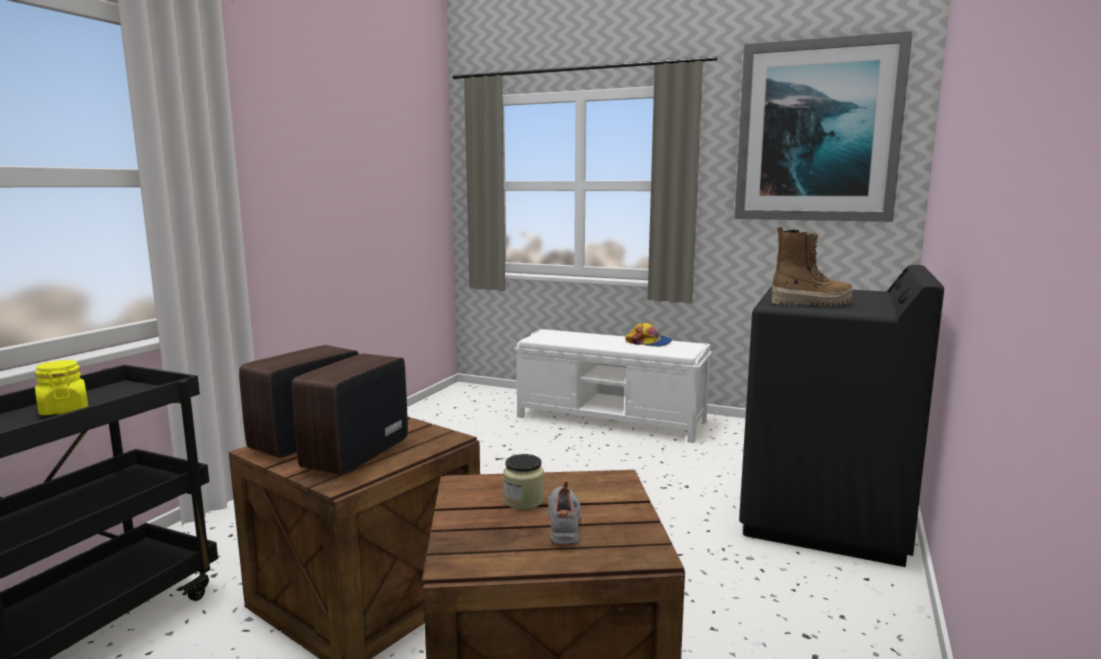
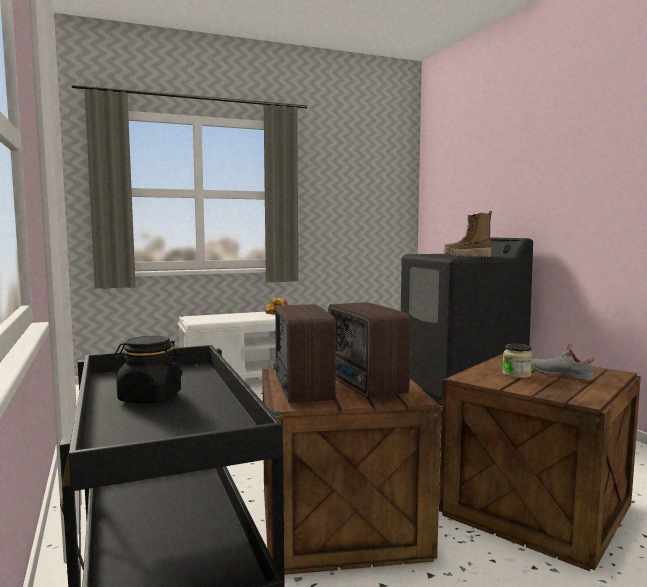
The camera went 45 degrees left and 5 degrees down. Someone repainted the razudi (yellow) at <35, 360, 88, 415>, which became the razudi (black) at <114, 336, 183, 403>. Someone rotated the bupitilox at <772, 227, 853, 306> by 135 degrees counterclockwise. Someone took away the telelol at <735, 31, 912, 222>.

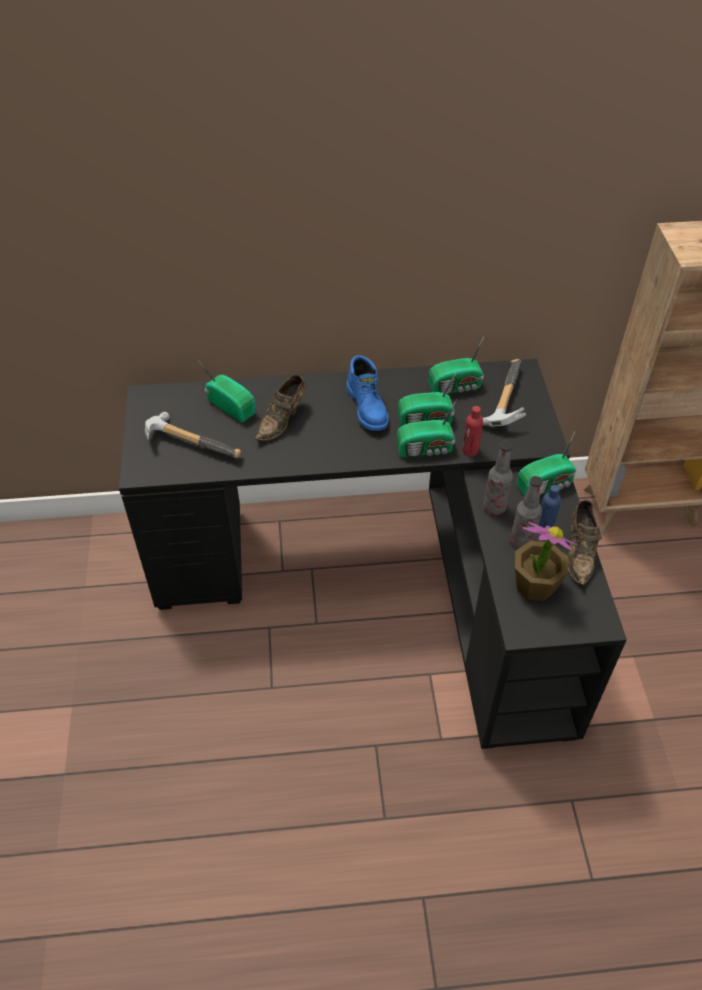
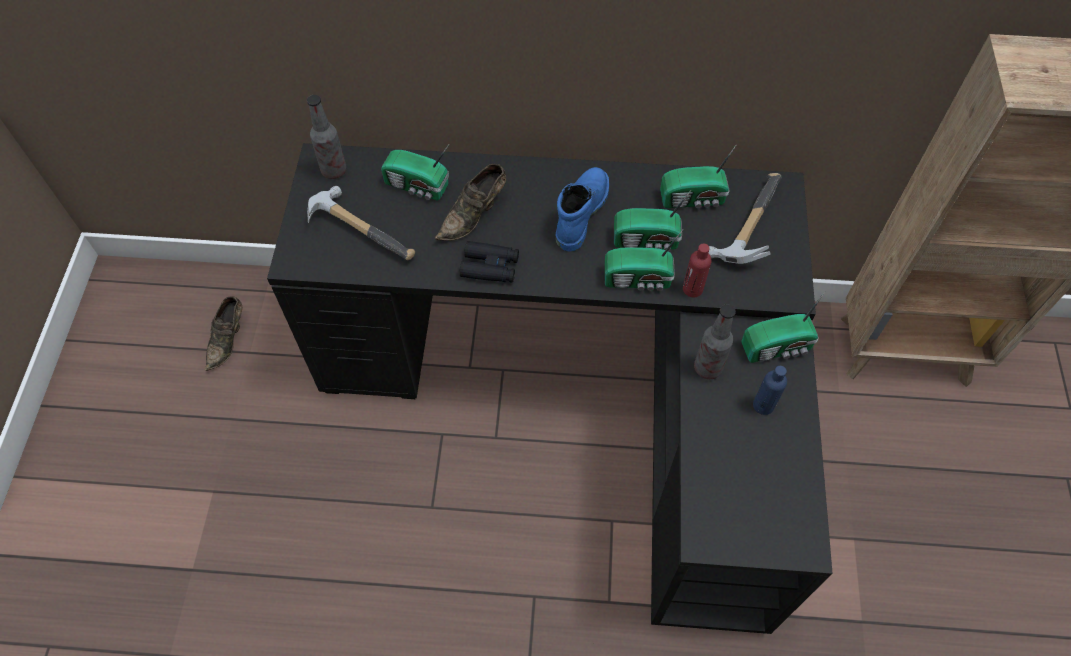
The camera went 10 degrees right and 10 degrees up. Someone carried the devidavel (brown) from <567, 500, 602, 585> to <205, 296, 242, 371>. Someone carried the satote from <510, 476, 543, 549> to <307, 95, 347, 179>. Someone rotated the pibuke at <198, 360, 256, 423> by 150 degrees clockwise. Someone put down the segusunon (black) at <460, 241, 519, 283>. Someone rotated the bupitilox (blue) at <346, 355, 389, 431> by 150 degrees counterclockwise. Someone took away the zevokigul at <515, 522, 577, 601>.

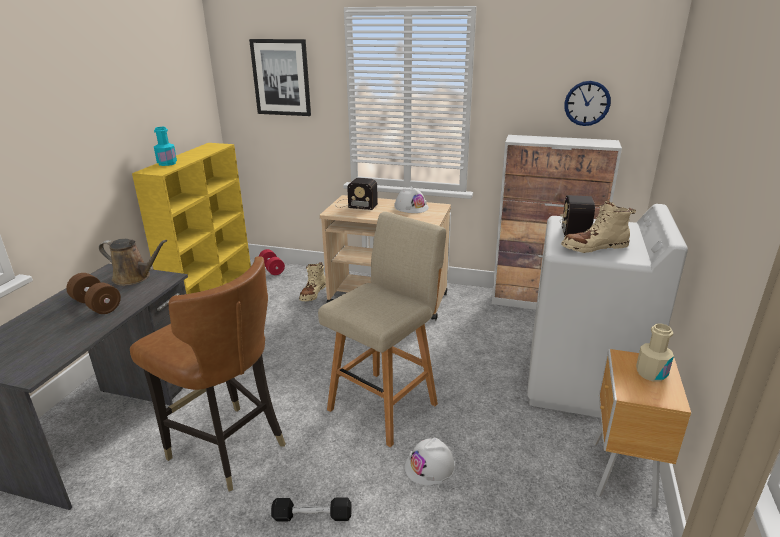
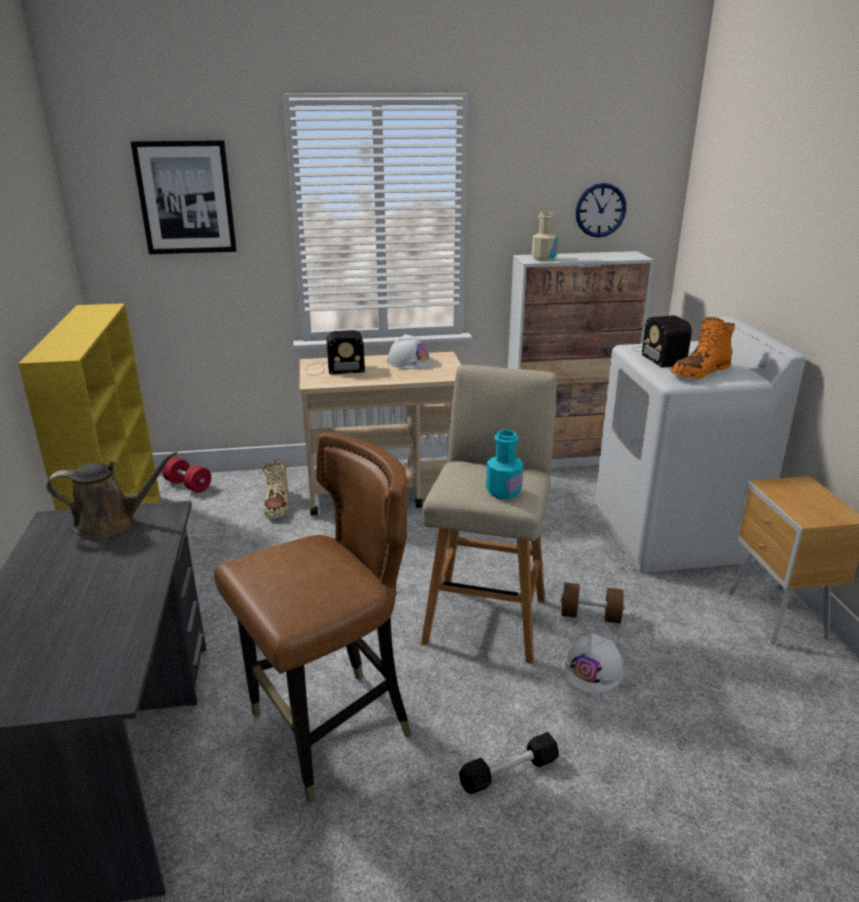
The camera went 25 degrees left and 0 degrees up. Someone rotated the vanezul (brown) at <130, 257, 286, 491> by 45 degrees counterclockwise. Someone carried the satote (turquoise) from <154, 127, 177, 166> to <486, 430, 523, 499>. Someone carried the satote (beige) from <636, 323, 674, 382> to <532, 212, 558, 261>. Someone carried the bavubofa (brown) from <66, 273, 121, 314> to <560, 582, 625, 623>. Someone repainted the bupitilox (beige) at <561, 201, 636, 253>, which became the bupitilox (orange) at <671, 317, 735, 379>.

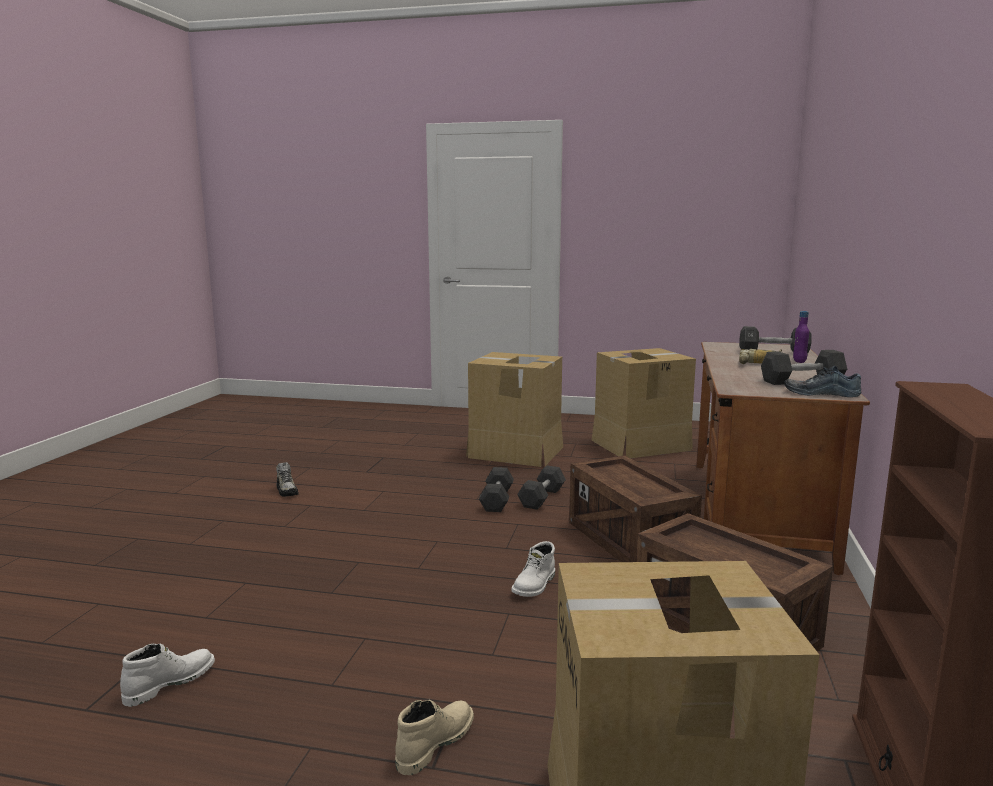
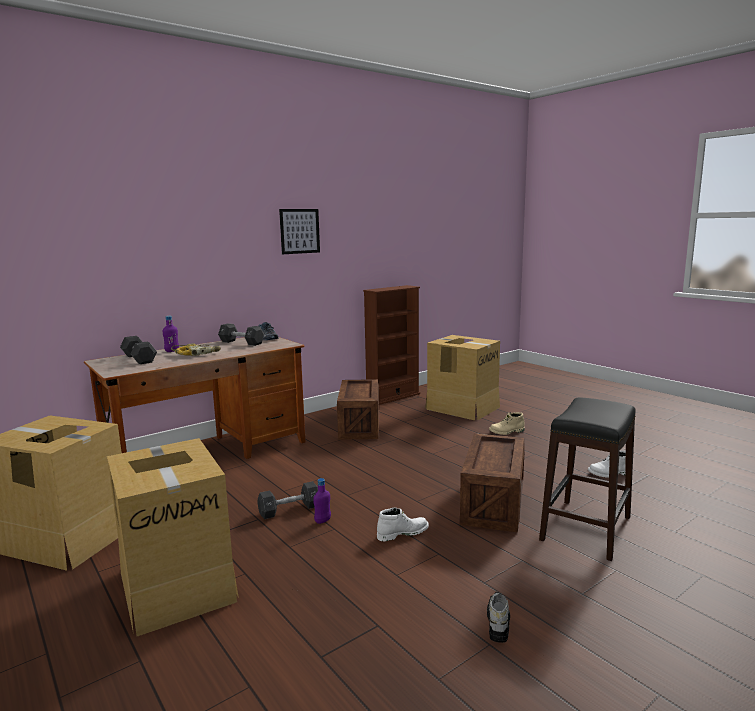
The camera went 140 degrees left and 0 degrees up. Someone put up the telelol at <279, 209, 320, 254>. Someone swapped the bavubofa (black) at <479, 467, 514, 512> for the satote (purple) at <313, 478, 331, 524>. Someone carried the bupitilox (white) from <511, 541, 555, 597> to <377, 507, 429, 541>. Someone carried the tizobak from <569, 455, 702, 562> to <460, 433, 525, 532>. Someone put down the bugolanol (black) at <539, 397, 636, 561>.

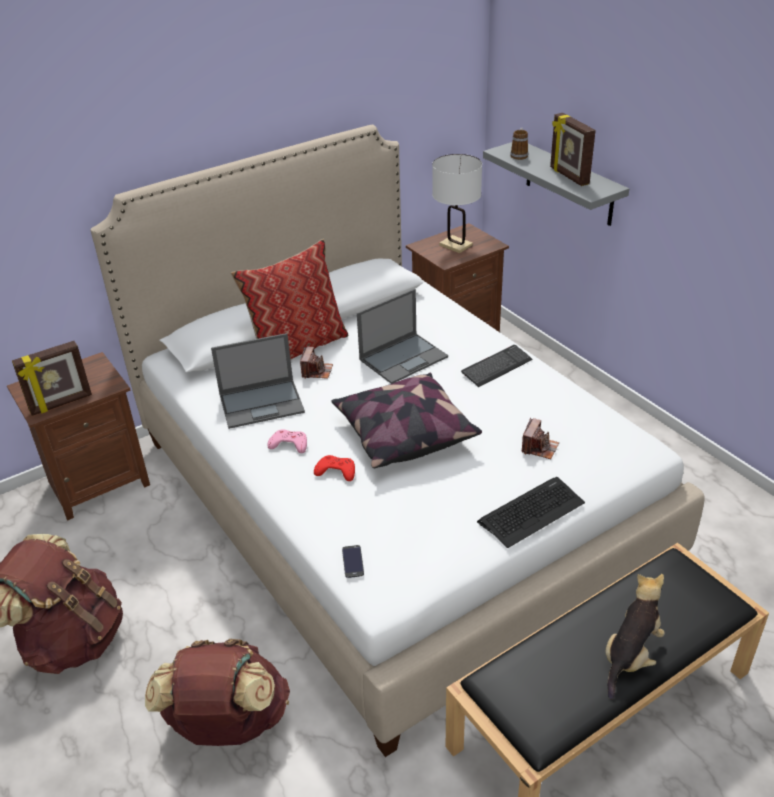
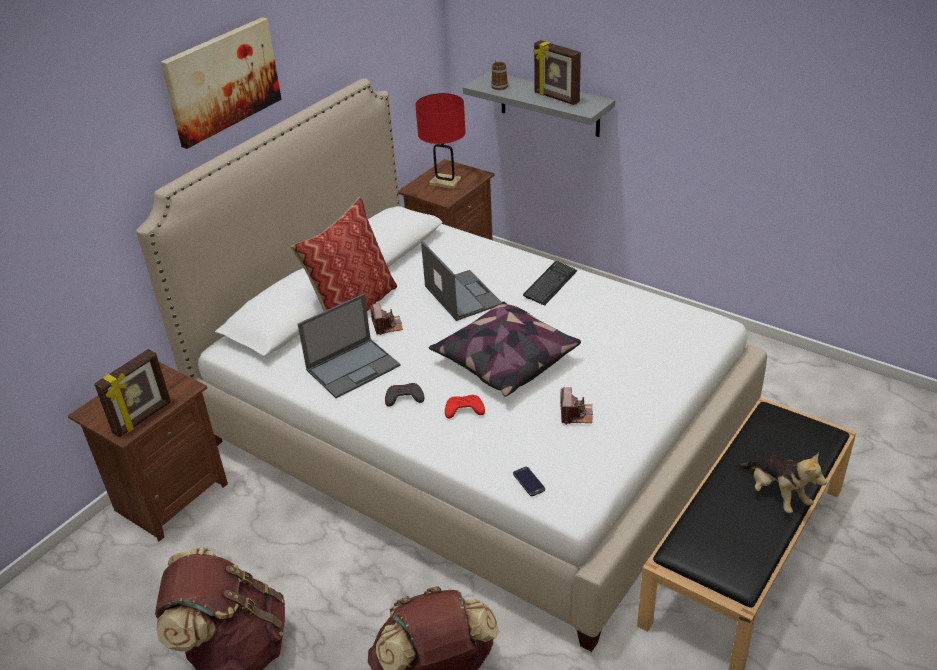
The camera went 20 degrees left and 0 degrees up. Someone put up the telelol at <160, 17, 282, 149>. Someone repainted the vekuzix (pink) at <267, 429, 307, 453>, which became the vekuzix (grey) at <385, 383, 424, 406>. Someone repainted the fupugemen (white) at <432, 154, 482, 253>, which became the fupugemen (red) at <415, 93, 466, 189>. Someone rotated the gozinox at <357, 289, 448, 384> by 60 degrees counterclockwise. Someone carried the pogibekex from <522, 418, 559, 459> to <560, 387, 593, 425>. Someone rotated the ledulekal at <605, 574, 665, 700> by 135 degrees clockwise. Someone took away the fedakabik at <477, 477, 585, 548>.

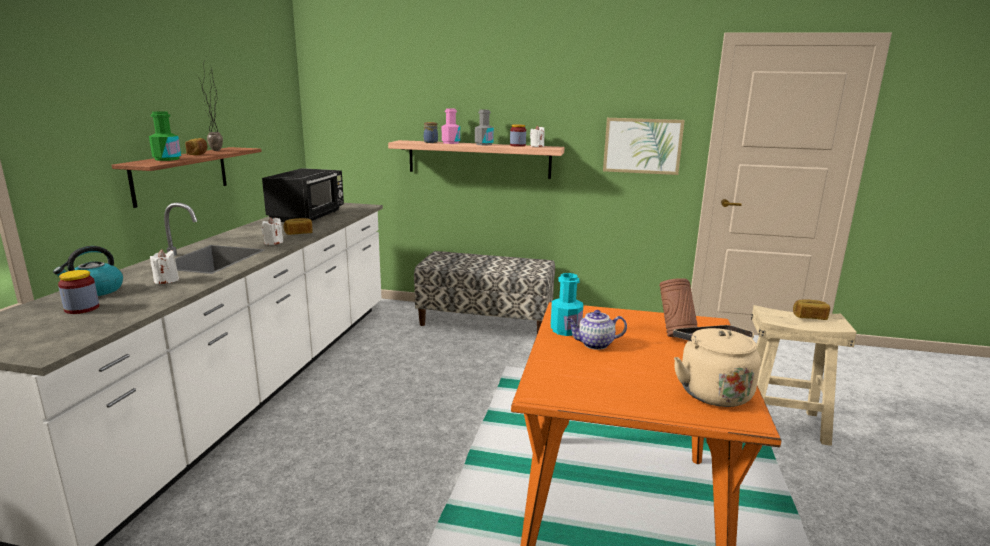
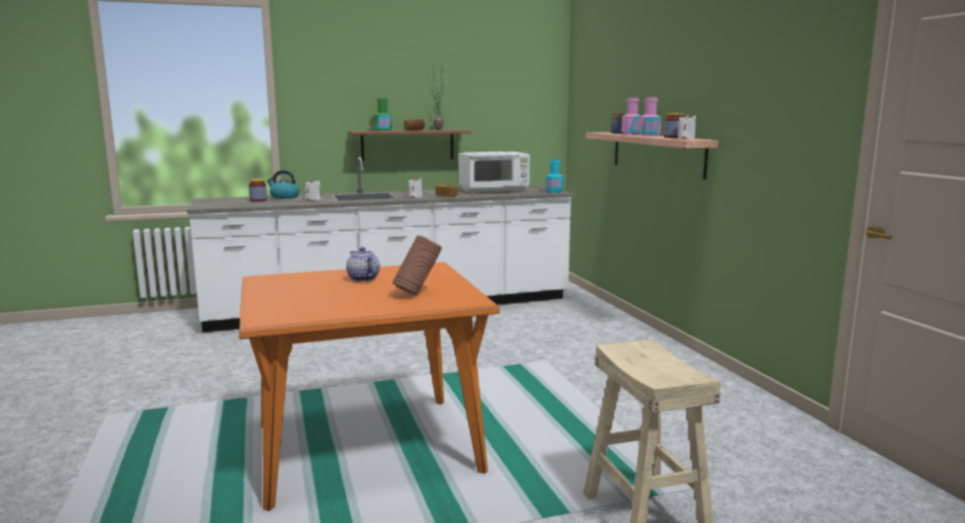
The camera went 60 degrees right and 5 degrees down. Someone repainted the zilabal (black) at <262, 168, 344, 222>, which became the zilabal (white) at <459, 152, 530, 194>. Someone carried the satote (turquoise) from <551, 273, 583, 336> to <546, 159, 564, 193>. Someone repainted the satote (grey) at <475, 110, 494, 145>, which became the satote (pink) at <639, 97, 661, 136>. Someone took away the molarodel at <414, 251, 555, 333>. Someone took away the telelol at <603, 118, 685, 175>. Someone took away the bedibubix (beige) at <673, 325, 761, 407>. Someone took away the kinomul at <793, 299, 830, 320>.

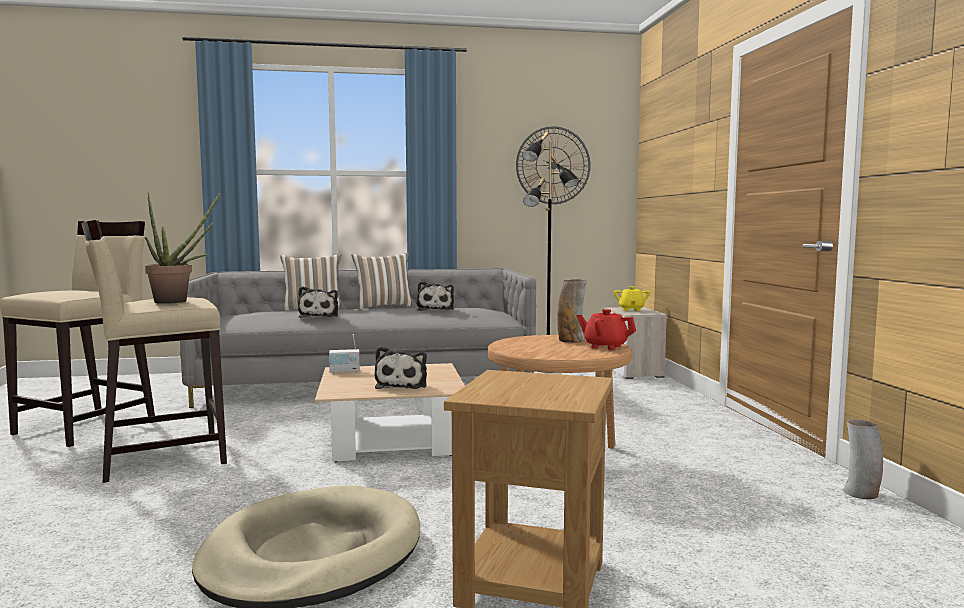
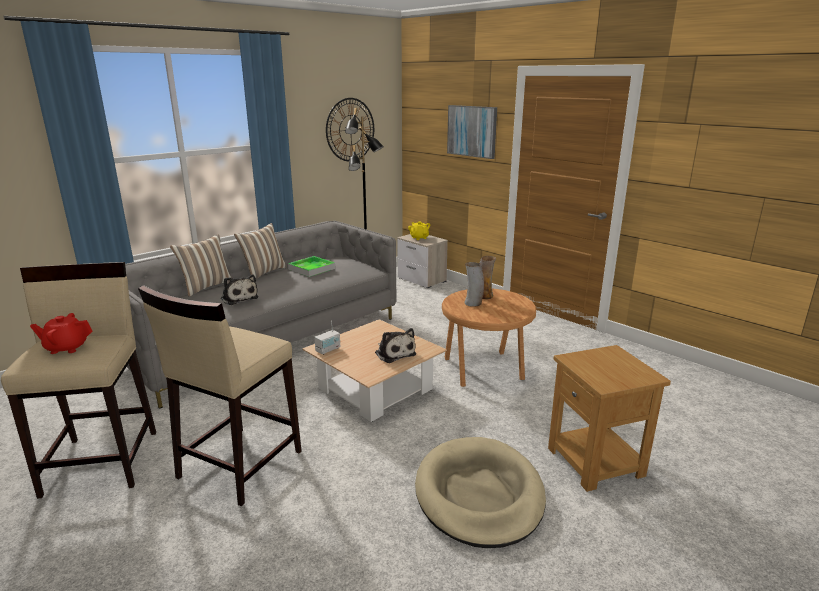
The camera went 35 degrees left and 15 degrees up. Someone carried the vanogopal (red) from <577, 309, 636, 350> to <30, 313, 93, 354>. Someone swapped the ledulekal at <416, 281, 454, 311> for the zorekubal at <288, 256, 335, 277>. Someone put up the telelol at <447, 105, 497, 159>. Someone carried the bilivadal from <844, 419, 883, 499> to <464, 262, 484, 307>. Someone took away the zevokigul at <145, 192, 221, 304>.

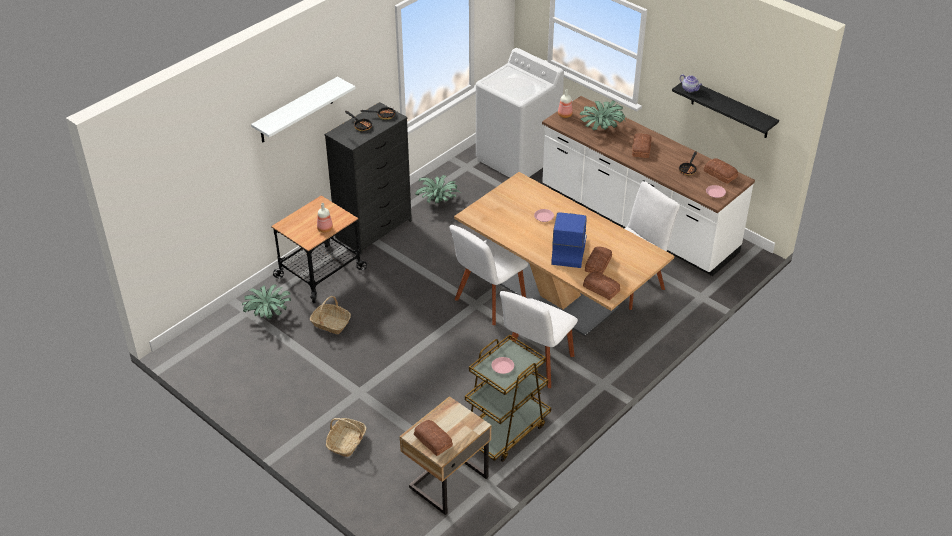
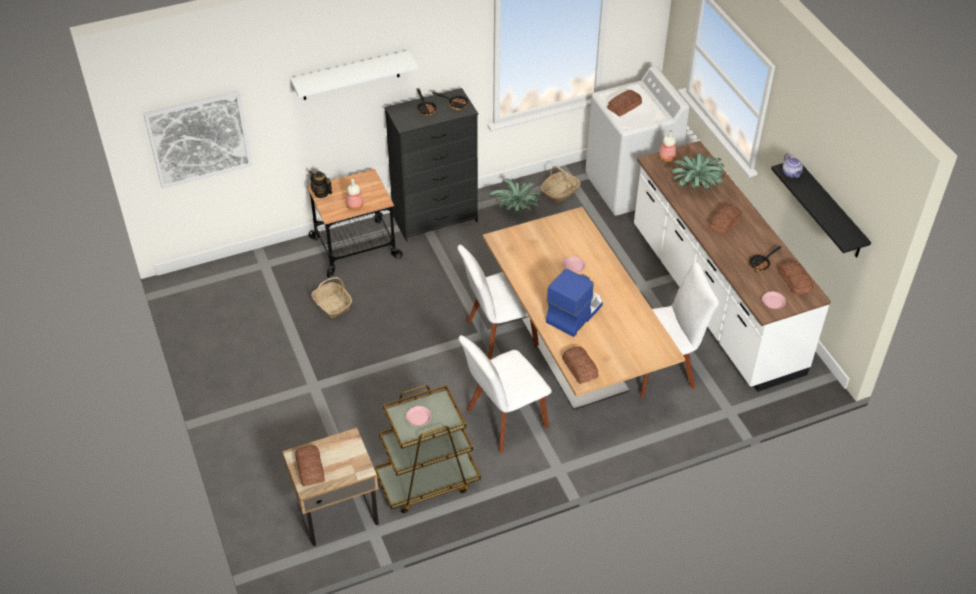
The camera went 25 degrees right and 5 degrees up. Someone put up the telelol at <143, 90, 252, 188>. Someone put down the vanogopal at <309, 170, 332, 198>. Someone carried the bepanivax from <326, 418, 366, 457> to <541, 166, 581, 203>. Someone carried the kinomul from <585, 246, 612, 274> to <607, 90, 642, 116>. Someone took away the zevokigul at <242, 284, 291, 319>.

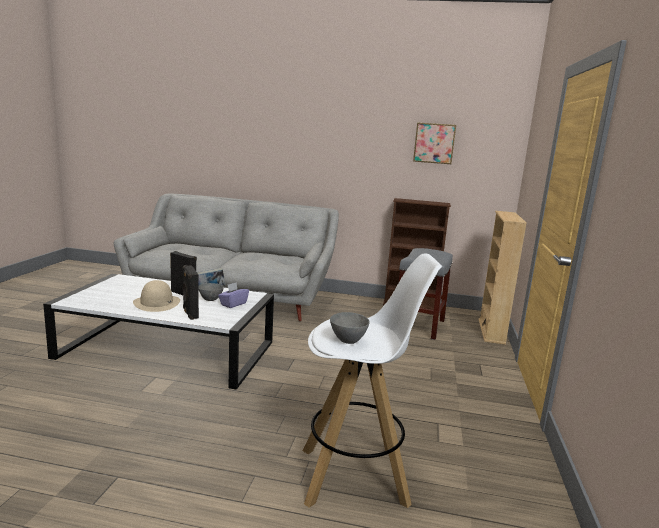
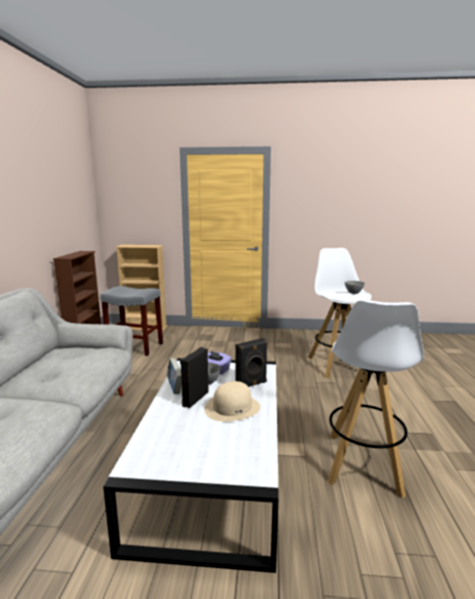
The camera went 95 degrees left and 0 degrees up. Someone put down the bugolanol (white) at <327, 300, 424, 498>. Someone took away the telelol at <413, 122, 456, 164>.

